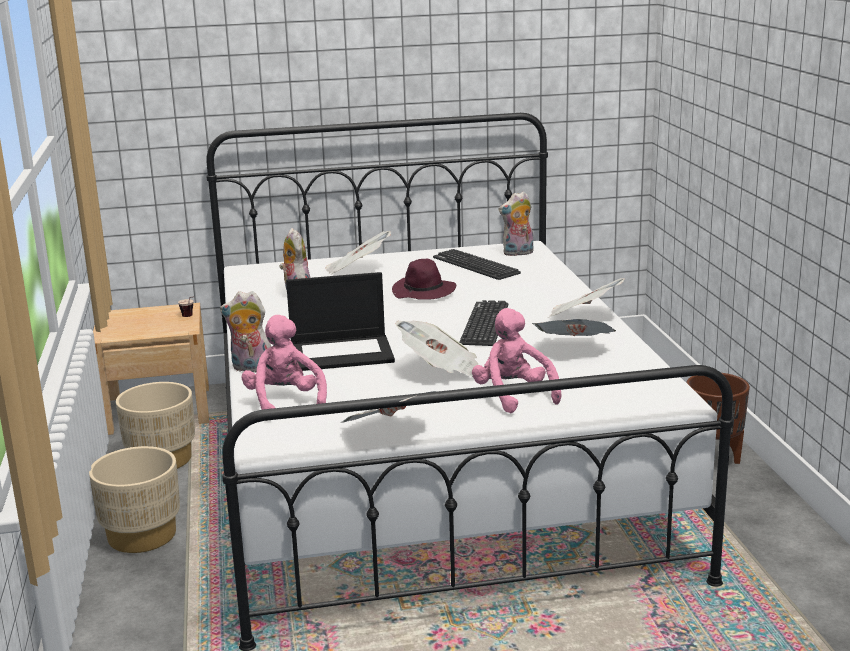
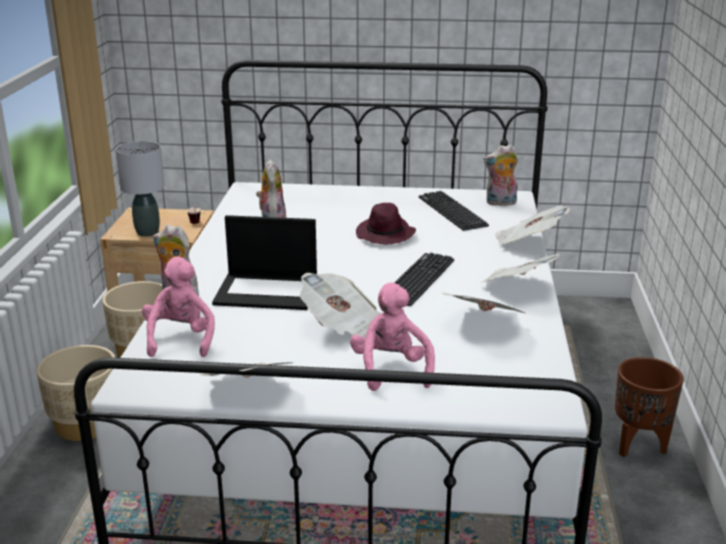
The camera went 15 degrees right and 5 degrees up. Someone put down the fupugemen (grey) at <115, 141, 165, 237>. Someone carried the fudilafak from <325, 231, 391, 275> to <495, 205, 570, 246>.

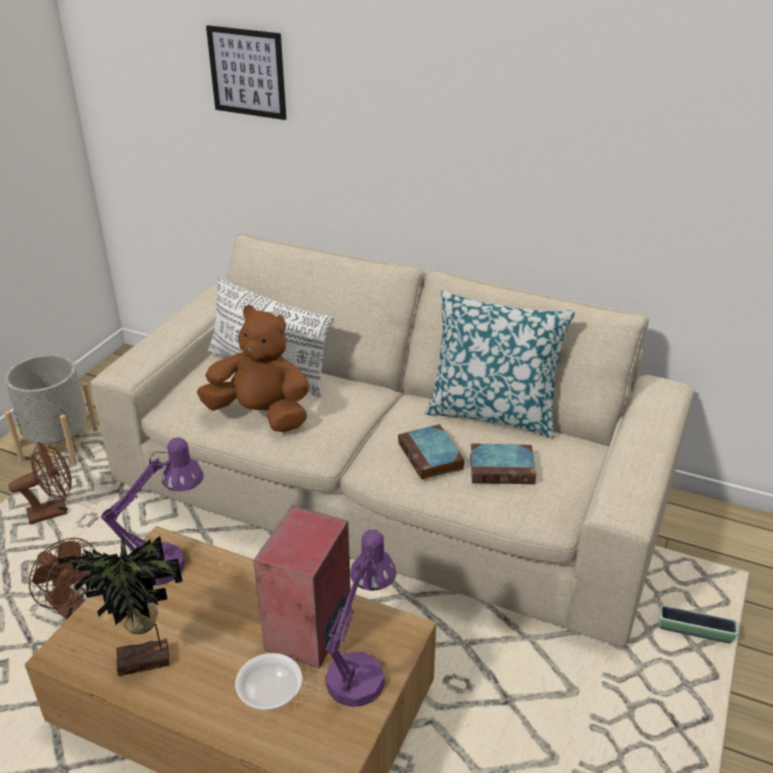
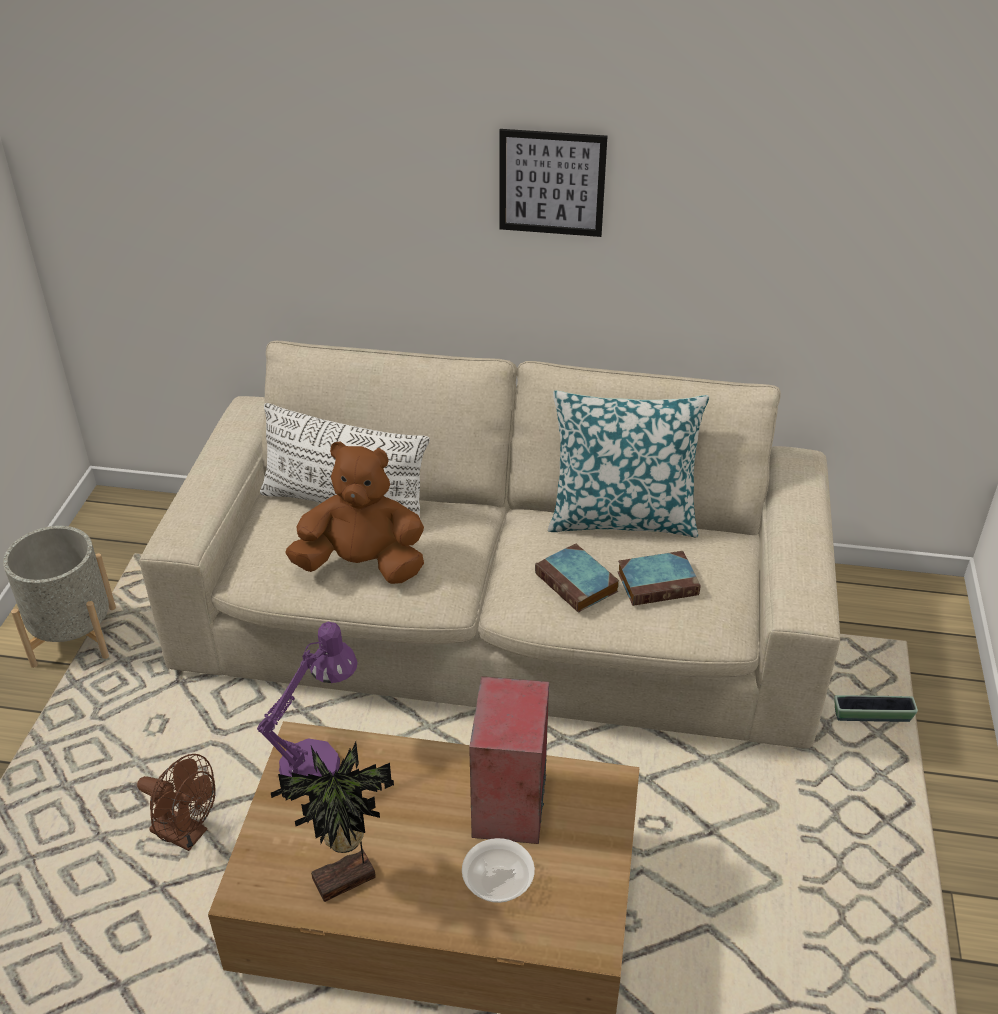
The camera went 15 degrees left and 5 degrees up. Someone carried the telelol from <206, 25, 286, 120> to <499, 129, 607, 237>. Someone took away the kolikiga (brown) at <8, 442, 72, 524>. Someone took away the fupugemen (purple) at <325, 530, 396, 707>.

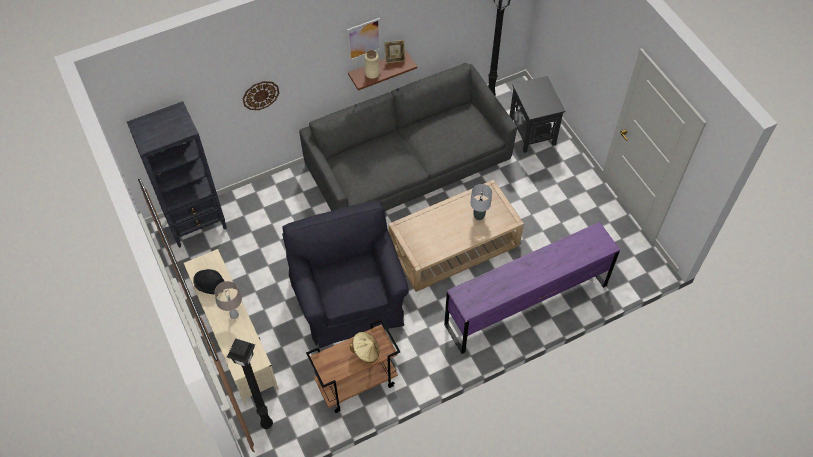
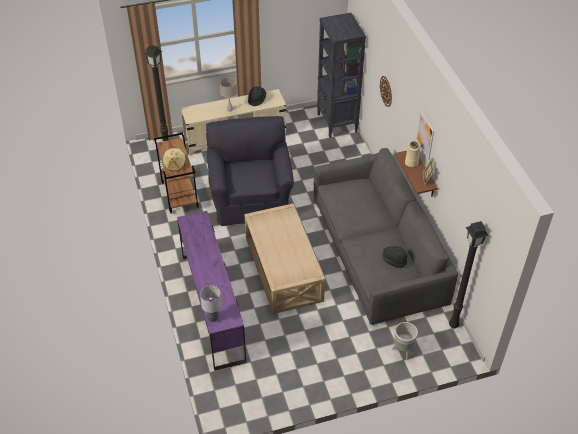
The camera went 100 degrees right and 10 degrees down. Someone carried the fupugemen (grey) from <470, 184, 492, 220> to <200, 285, 222, 322>. Someone rotated the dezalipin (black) at <282, 201, 409, 348> by 90 degrees counterclockwise. Someone put down the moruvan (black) at <382, 246, 407, 268>. Someone swapped the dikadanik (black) at <509, 76, 565, 153> for the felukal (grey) at <392, 322, 418, 360>.

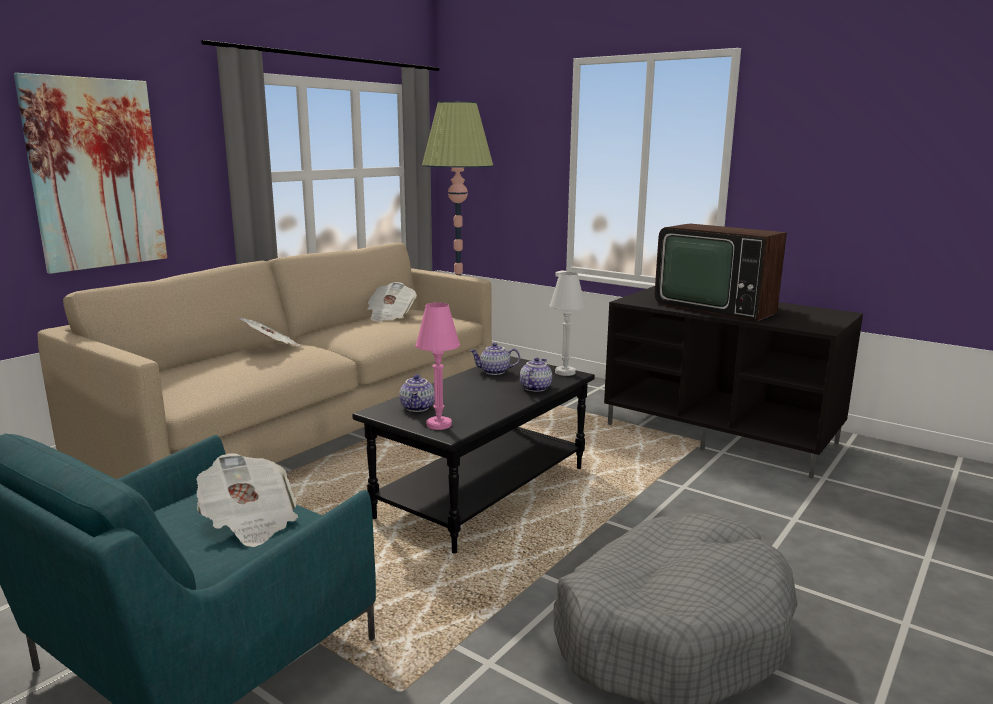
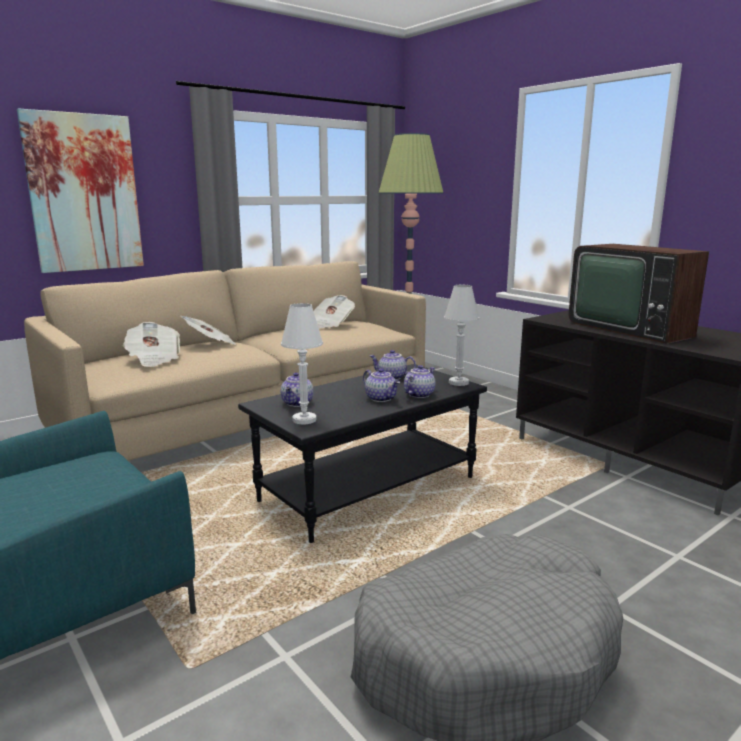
The camera went 15 degrees right and 0 degrees up. Someone carried the fudilafak from <196, 453, 298, 547> to <123, 322, 180, 367>. Someone repainted the fupugemen (pink) at <415, 303, 460, 430>, which became the fupugemen (white) at <281, 303, 323, 424>. Someone put down the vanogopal at <363, 368, 400, 402>.

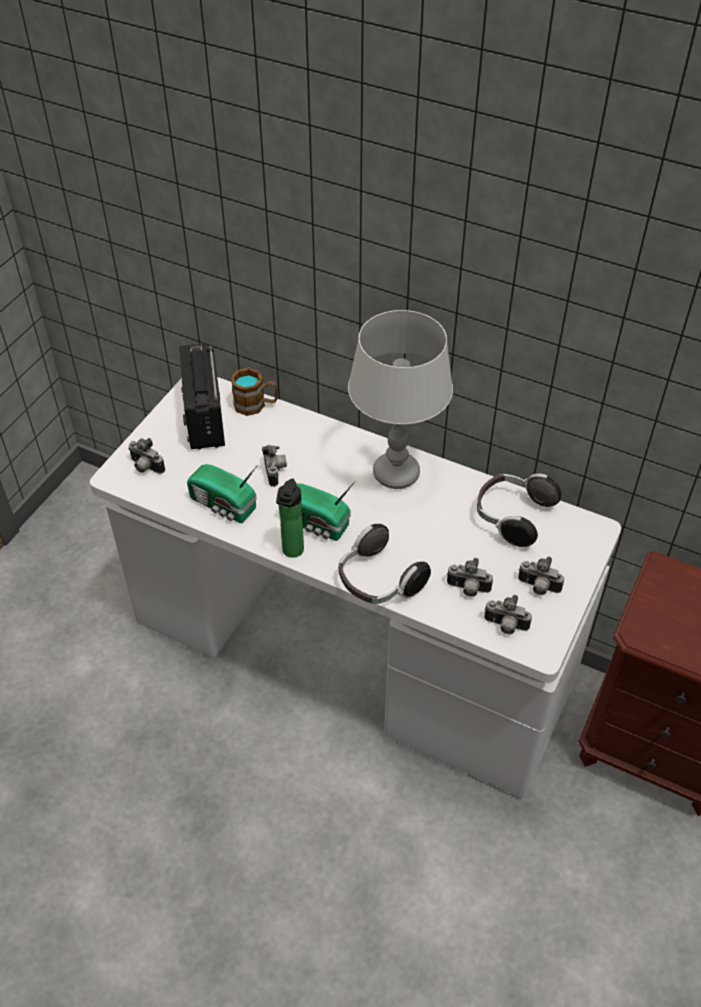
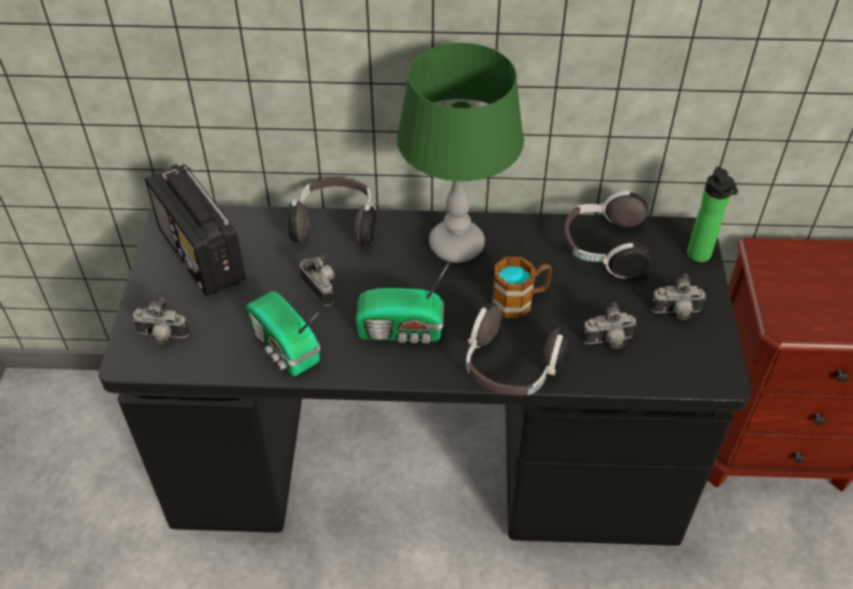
The camera went 25 degrees left and 0 degrees up. Someone repainted the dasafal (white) at <90, 377, 621, 797>, which became the dasafal (black) at <99, 206, 751, 546>. Someone rotated the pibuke at <187, 464, 258, 523> by 45 degrees clockwise. Someone put down the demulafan at <288, 178, 376, 247>. Someone repainted the fupugemen (grey) at <348, 310, 453, 489>, which became the fupugemen (green) at <397, 43, 524, 263>. Someone carried the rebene from <230, 368, 278, 416> to <492, 257, 552, 318>. Someone carried the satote from <276, 478, 304, 558> to <687, 167, 738, 262>. Someone took away the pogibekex at <484, 595, 532, 634>.

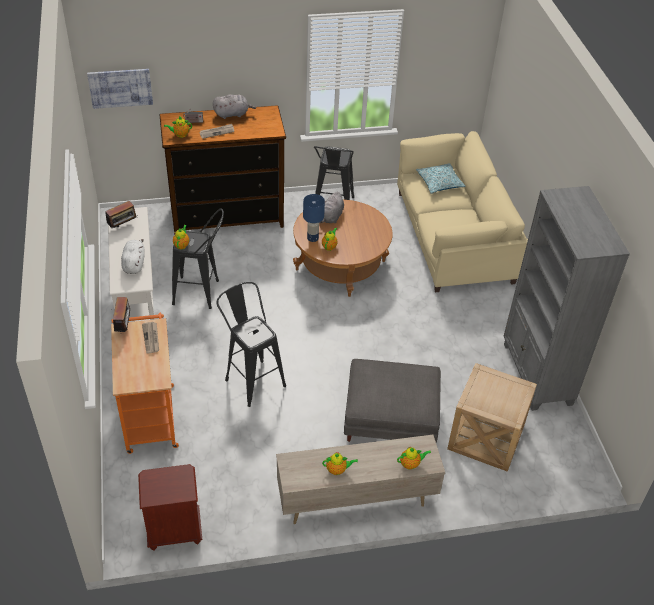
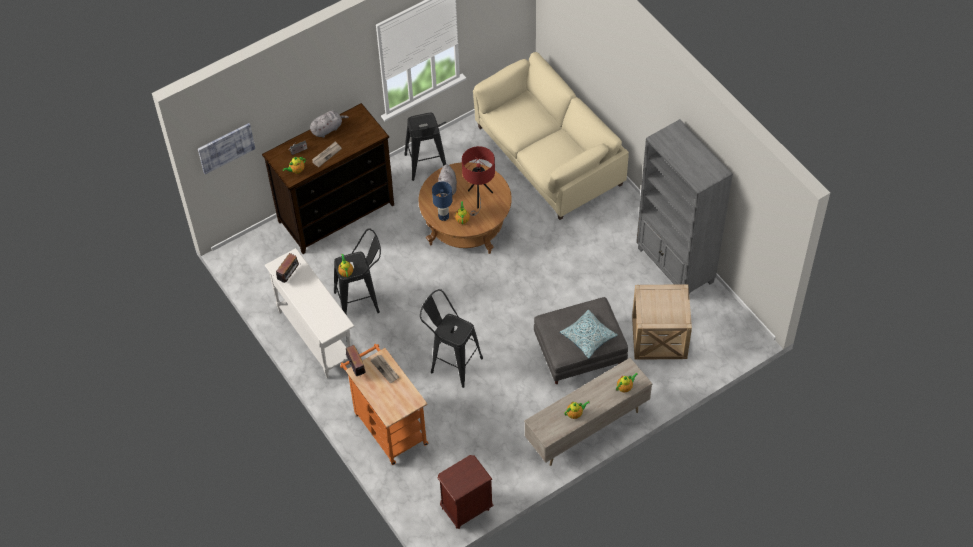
The camera went 20 degrees left and 10 degrees up. Someone put down the fupugemen (red) at <462, 146, 495, 216>. Someone carried the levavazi from <416, 163, 466, 194> to <560, 310, 618, 358>. Someone took away the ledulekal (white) at <121, 239, 145, 274>.

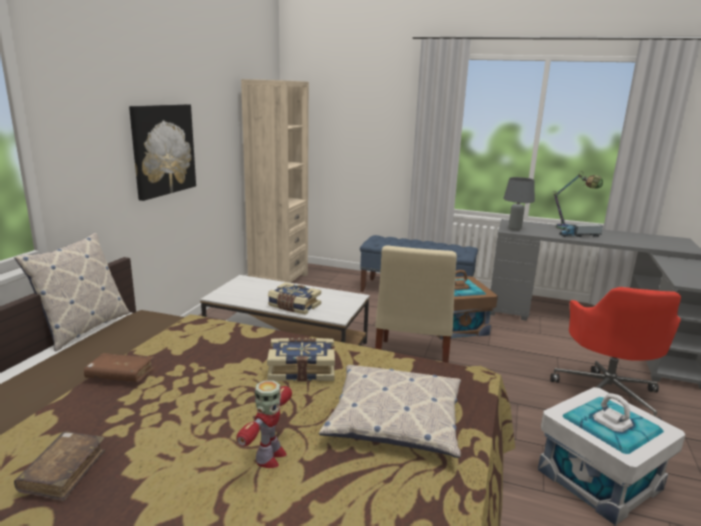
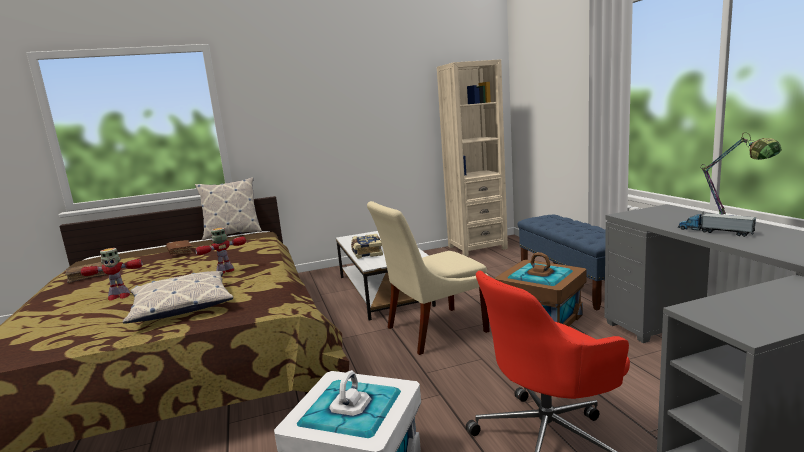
The camera went 55 degrees right and 5 degrees down. Someone swapped the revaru at <267, 338, 335, 382> for the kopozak at <195, 228, 246, 274>. Someone took away the telelol at <129, 104, 196, 201>. Someone took away the fupugemen (grey) at <503, 177, 535, 231>.

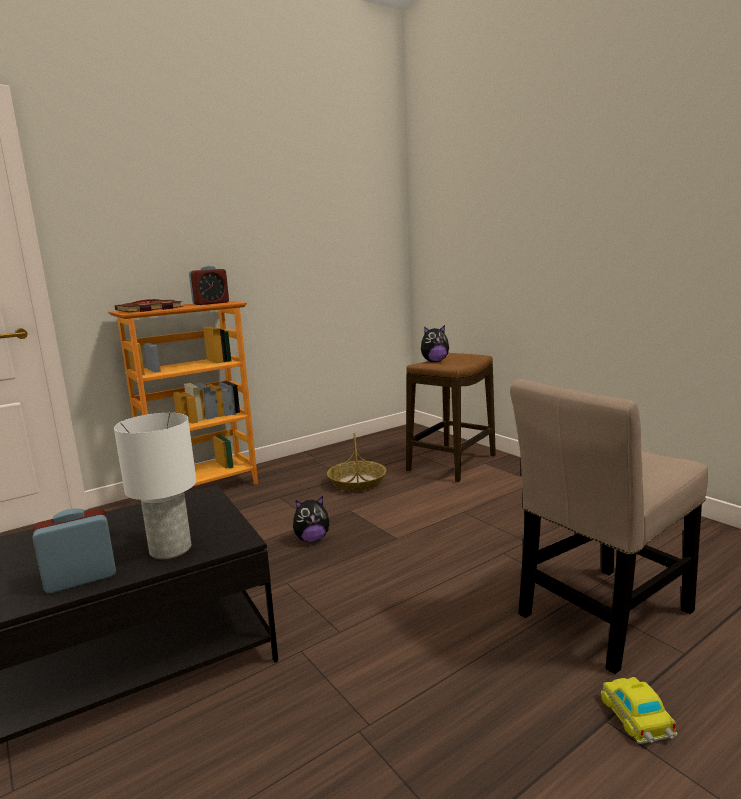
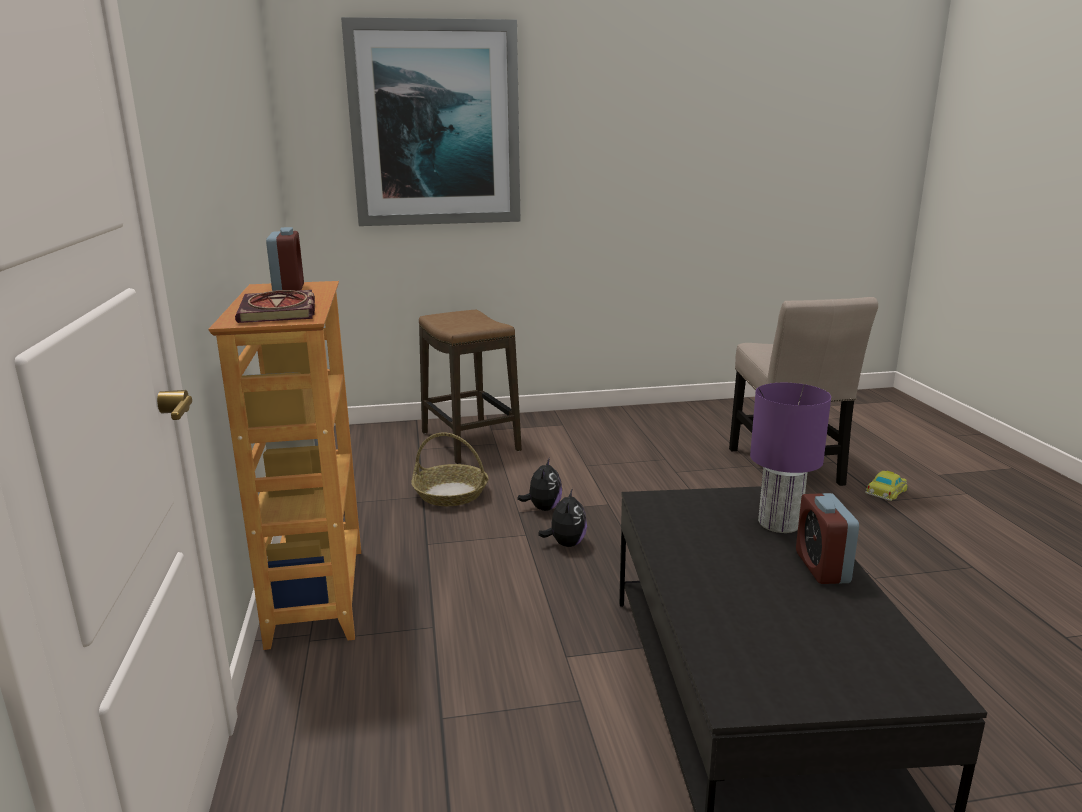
The camera went 65 degrees left and 5 degrees up. Someone put up the telelol at <341, 17, 520, 226>. Someone carried the ledulekal from <421, 325, 449, 362> to <517, 457, 562, 511>. Someone repainted the fupugemen (white) at <114, 413, 196, 559>, which became the fupugemen (purple) at <750, 383, 831, 533>. Someone rotated the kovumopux at <601, 677, 677, 744> by 120 degrees clockwise.

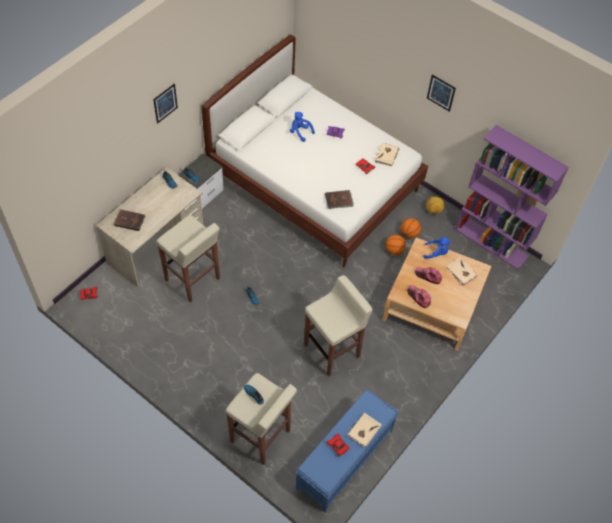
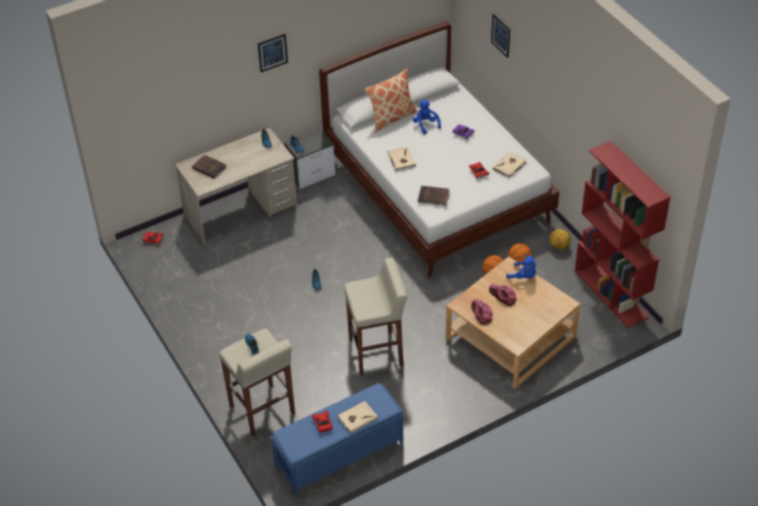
The camera went 25 degrees right and 10 degrees down. Someone put down the levavazi at <365, 69, 418, 132>. Someone carried the revaru (beige) from <446, 257, 478, 286> to <388, 146, 416, 171>. Someone carried the telelol from <427, 74, 456, 112> to <491, 14, 510, 58>. Someone repainted the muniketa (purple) at <455, 125, 569, 270>, which became the muniketa (red) at <575, 141, 670, 328>. Someone took away the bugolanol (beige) at <156, 215, 220, 303>.

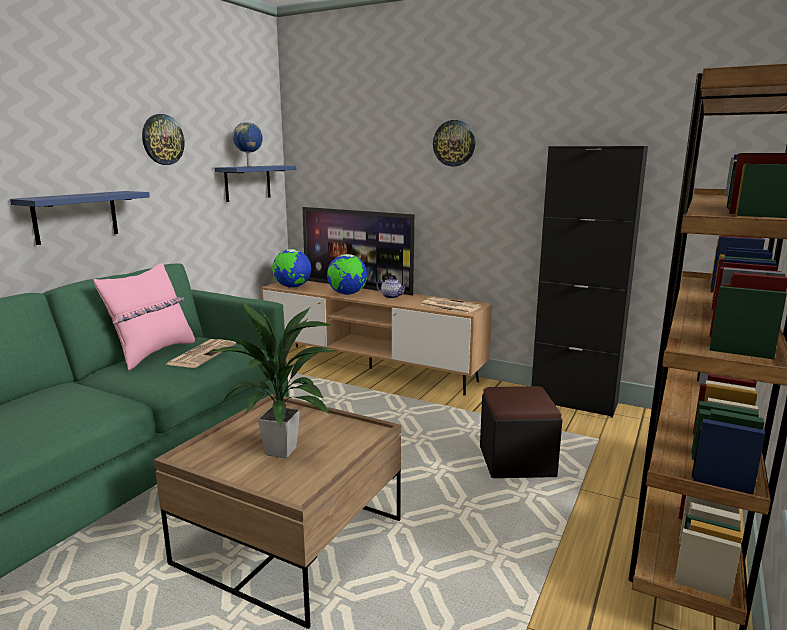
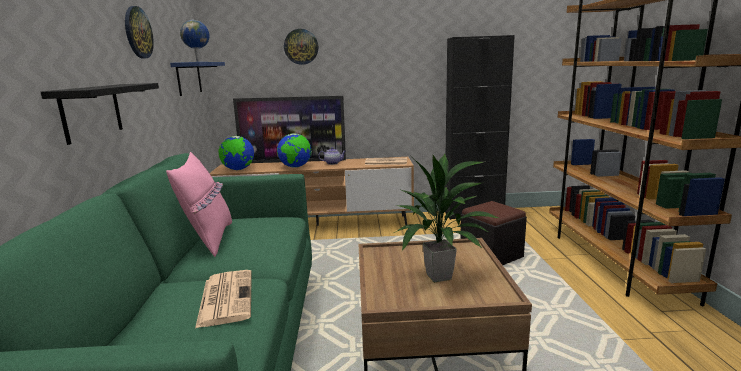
The camera went 30 degrees left and 0 degrees up. Someone repainted the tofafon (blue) at <10, 191, 150, 245>, which became the tofafon (black) at <41, 83, 159, 145>. Someone carried the fudilafak from <166, 339, 236, 368> to <195, 270, 252, 329>. Someone carried the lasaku from <433, 120, 476, 166> to <284, 29, 318, 65>.

